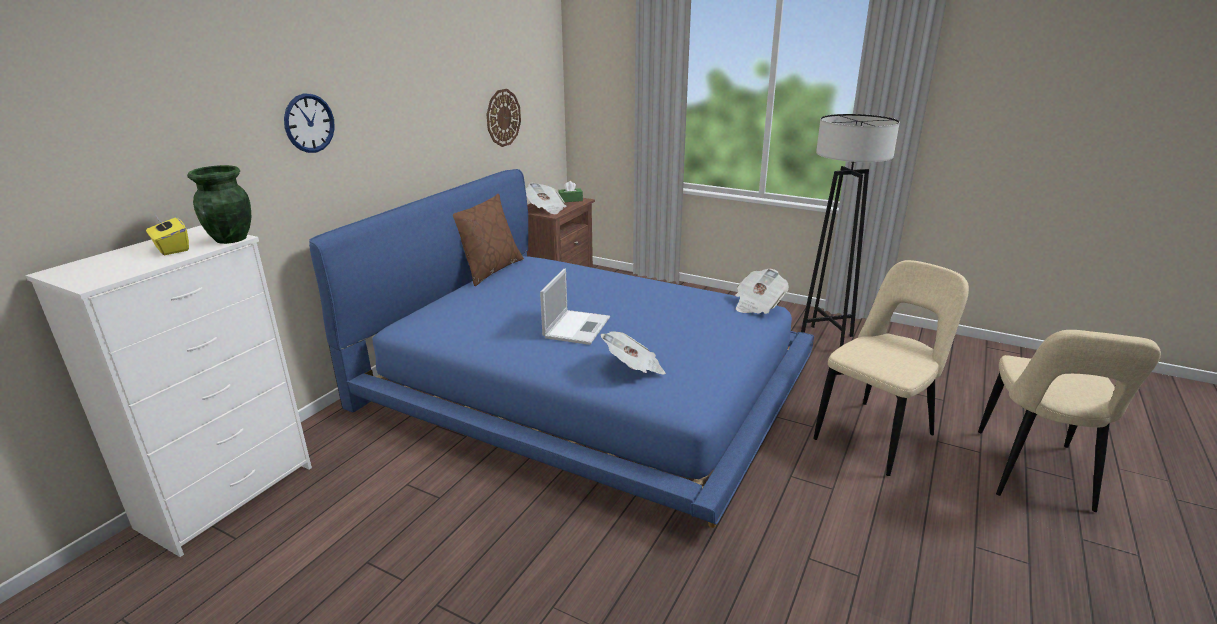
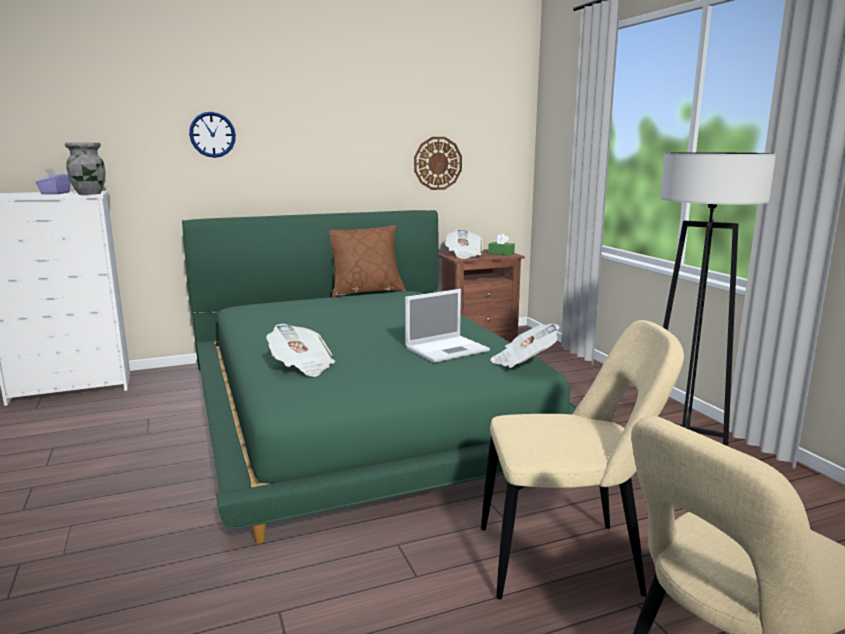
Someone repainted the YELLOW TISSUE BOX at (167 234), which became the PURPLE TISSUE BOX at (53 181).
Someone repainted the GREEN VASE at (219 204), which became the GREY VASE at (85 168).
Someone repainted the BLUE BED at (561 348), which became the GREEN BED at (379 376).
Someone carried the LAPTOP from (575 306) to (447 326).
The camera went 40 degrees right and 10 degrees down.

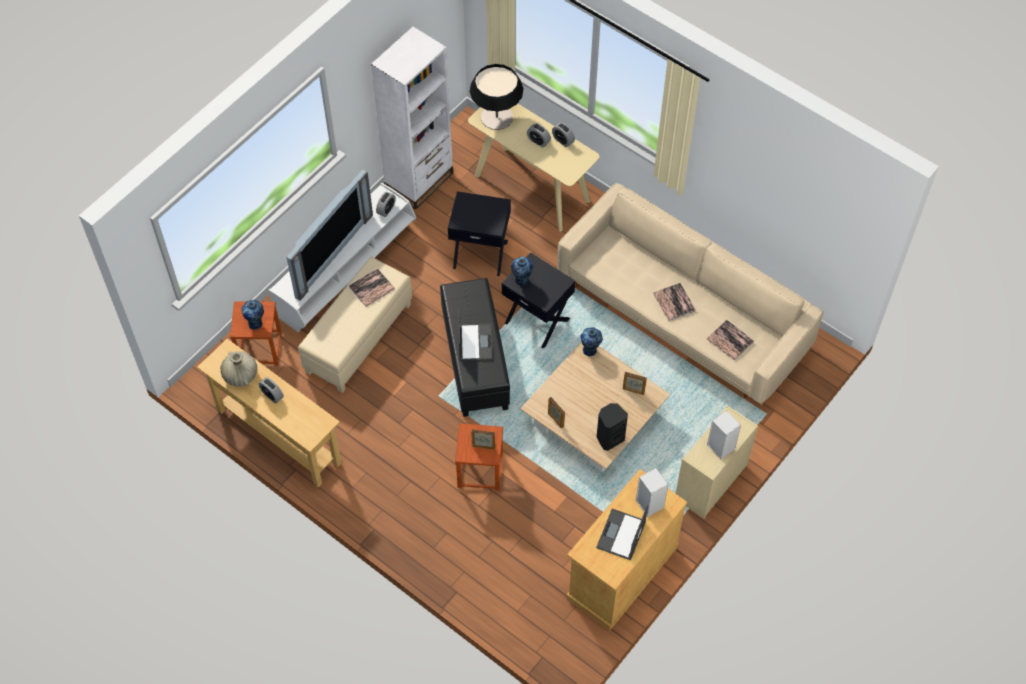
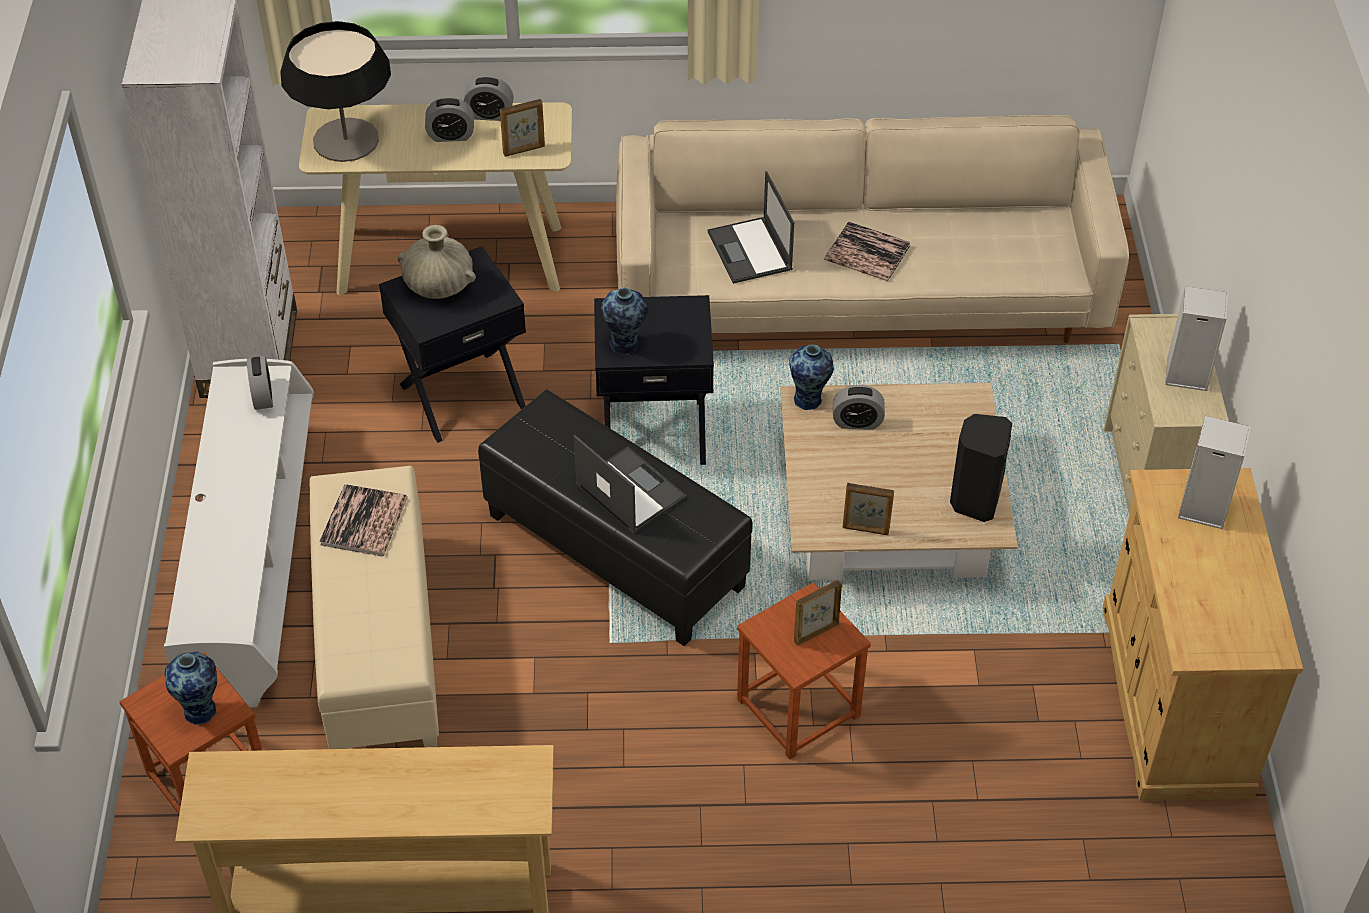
Someone carried the BEIGE VASE from (238 369) to (437 262).
Someone carried the PICTURE FRAME from (635 383) to (522 128).
Someone carried the LAPTOP from (622 533) to (751 227).
Someone carried the ALARM CLOCK from (271 390) to (859 407).
Someone took away the TELEVISION at (329 235).
Someone took away the BOOK at (730 340).
The camera went 40 degrees left and 10 degrees down.

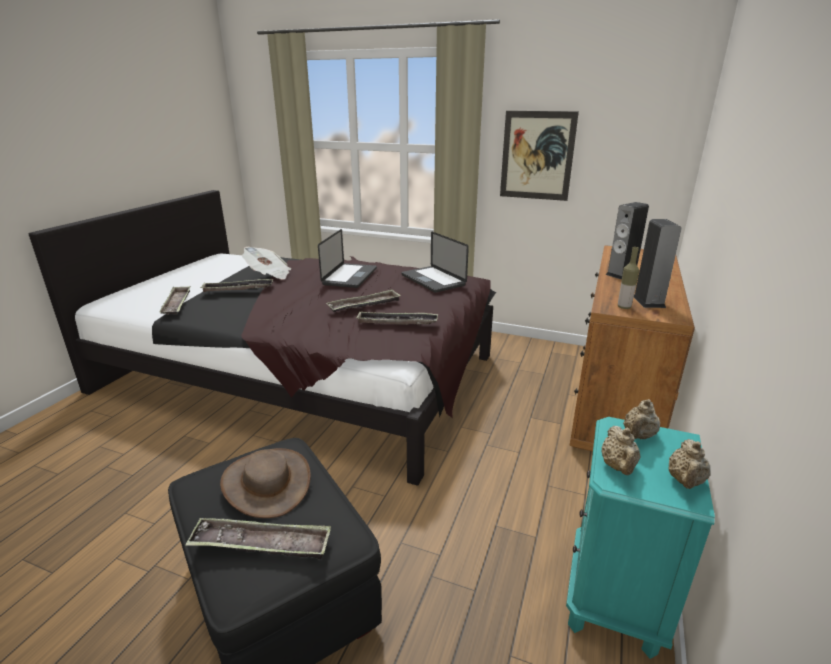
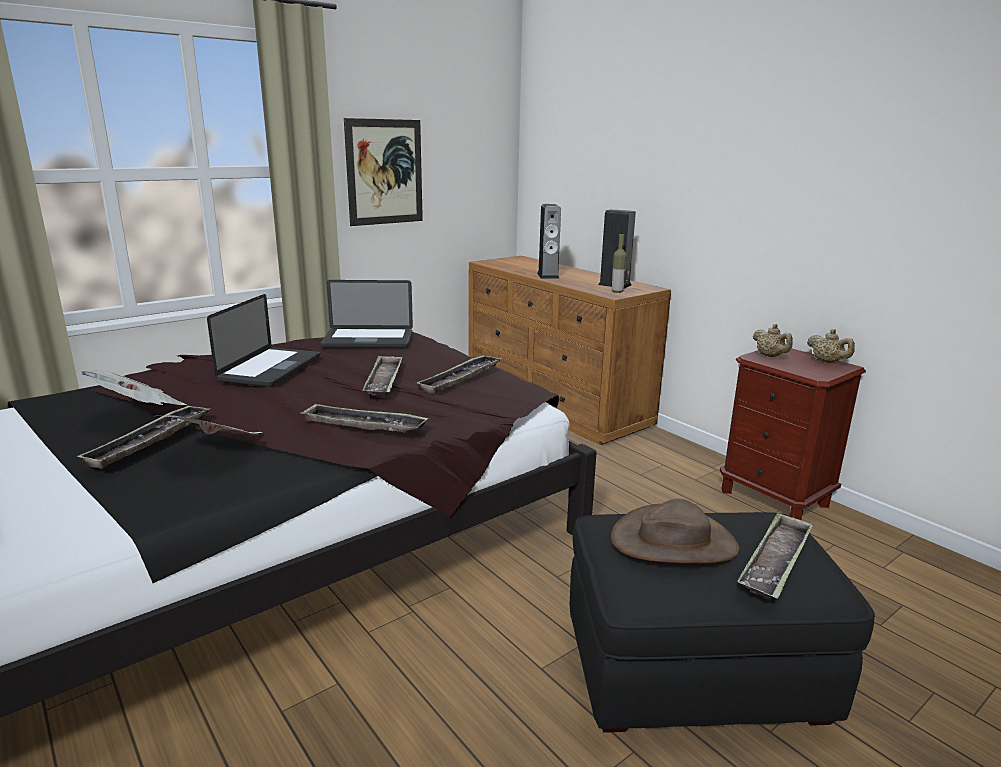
Someone put down the NEWSPAPER at (209 424).
Someone rotated the LAPTOP at (347 258) by 60 degrees clockwise.
Someone carried the TRAY from (175 300) to (364 418).
Someone repainted the TURQUOISE NIGHTSTAND at (640 538), which became the BROWN NIGHTSTAND at (793 434).
Someone took away the BEIGE TEAPOT at (620 450).
The camera went 60 degrees left and 5 degrees down.

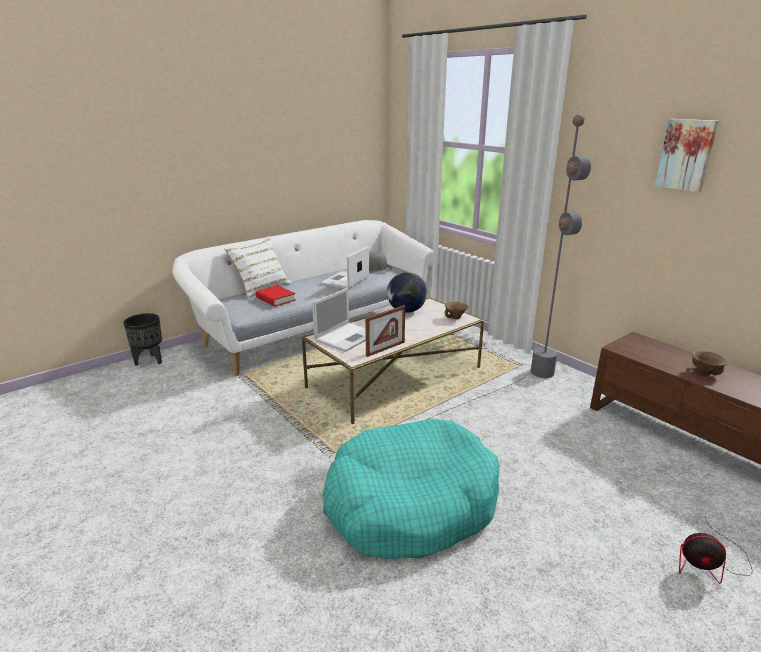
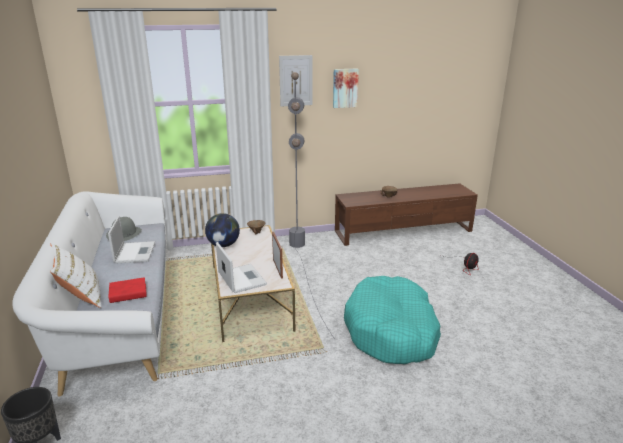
Someone rotated the LAPTOP at (345 267) by 150 degrees counterclockwise.
Someone put up the PICTURE at (296 81).
The camera went 65 degrees left and 0 degrees up.

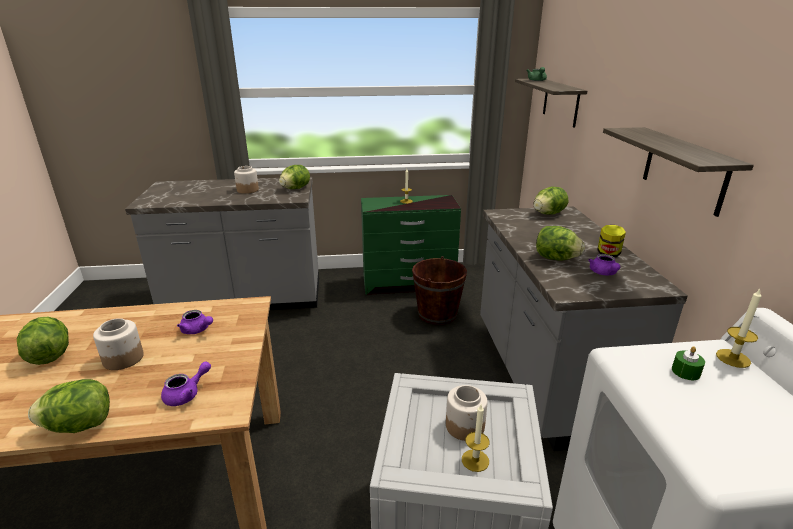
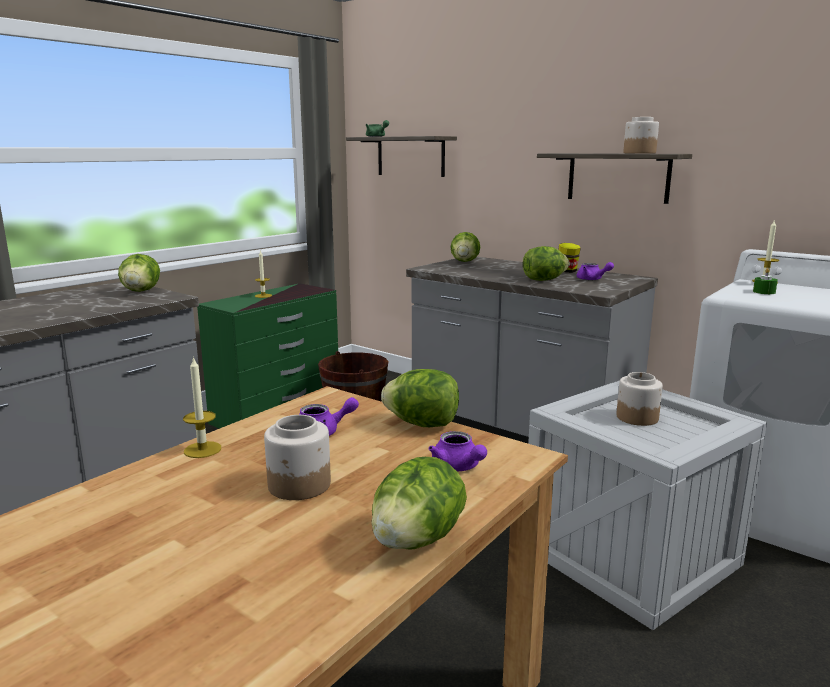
Someone carried the CANDLE from (476 438) to (202 407).
Someone carried the LETTUCE from (43 341) to (420 398).
Someone rotated the PURPLE TEAPOT at (186 384) by 150 degrees clockwise.
Someone carried the JAR from (246 180) to (641 135).
The camera went 45 degrees left and 10 degrees down.

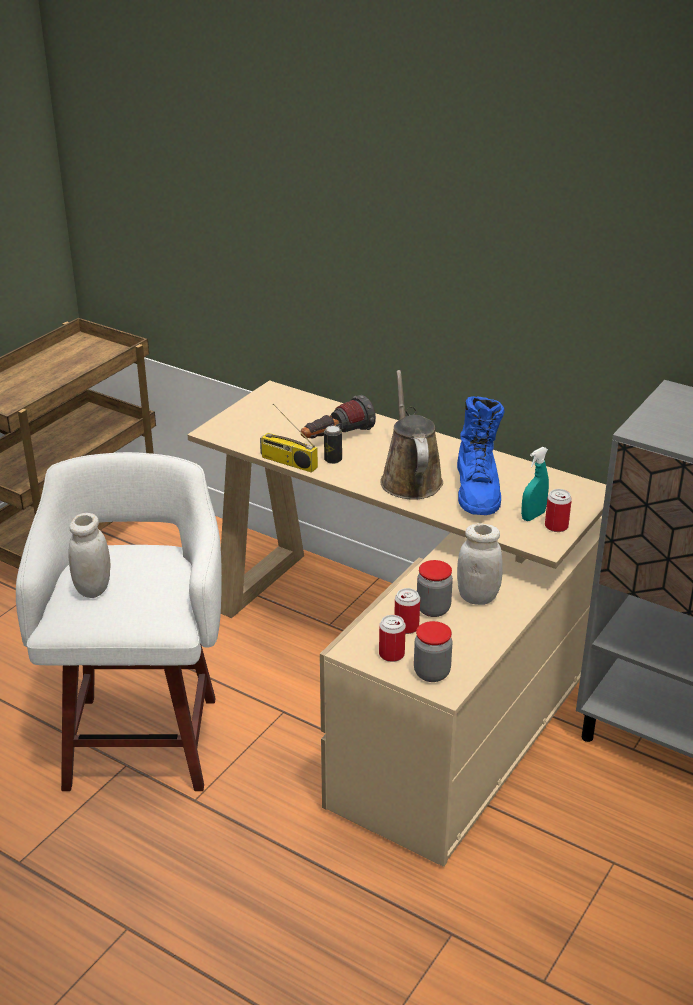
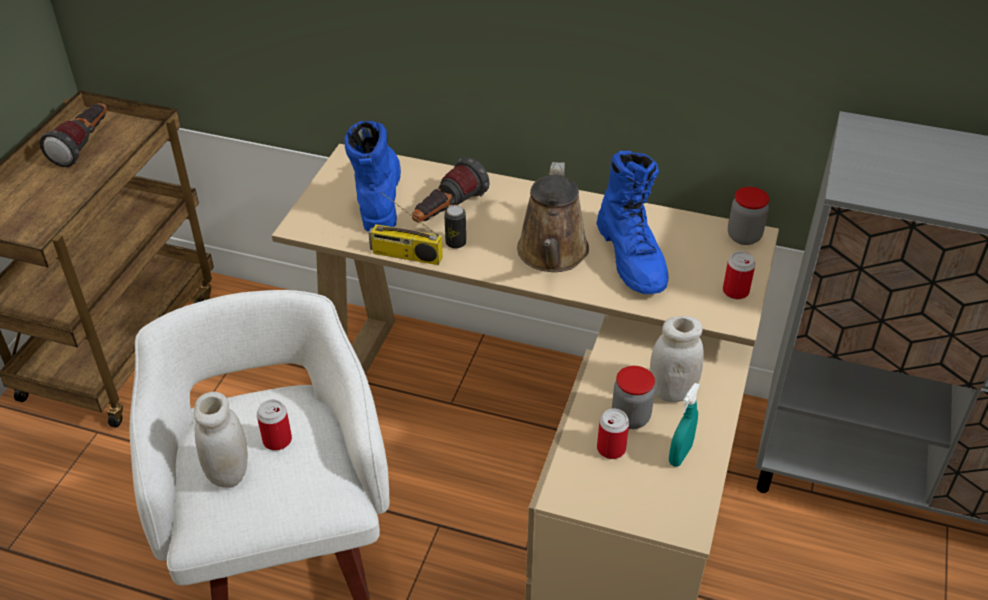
Someone put down the FLASHLIGHT at (73 135).
Someone carried the CAN from (392 638) to (274 425).
Someone put down the BLUE BOOT at (373 176).
Someone rotated the BROWN WATERING CAN at (411 435) by 150 degrees counterclockwise.
Someone carried the TURQUOISE SPRAY BOTTLE from (535 484) to (684 425).
Someone carried the JAR from (433 651) to (748 216).
The camera went 15 degrees left and 10 degrees up.

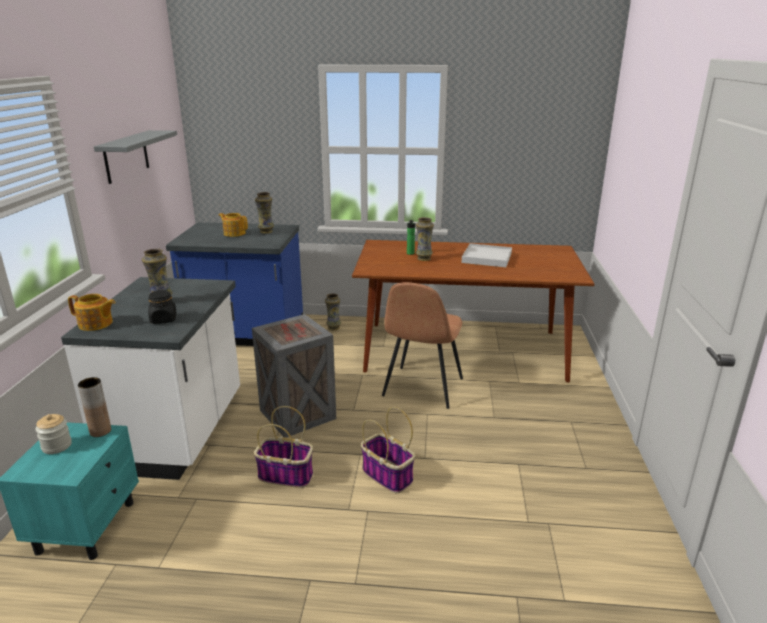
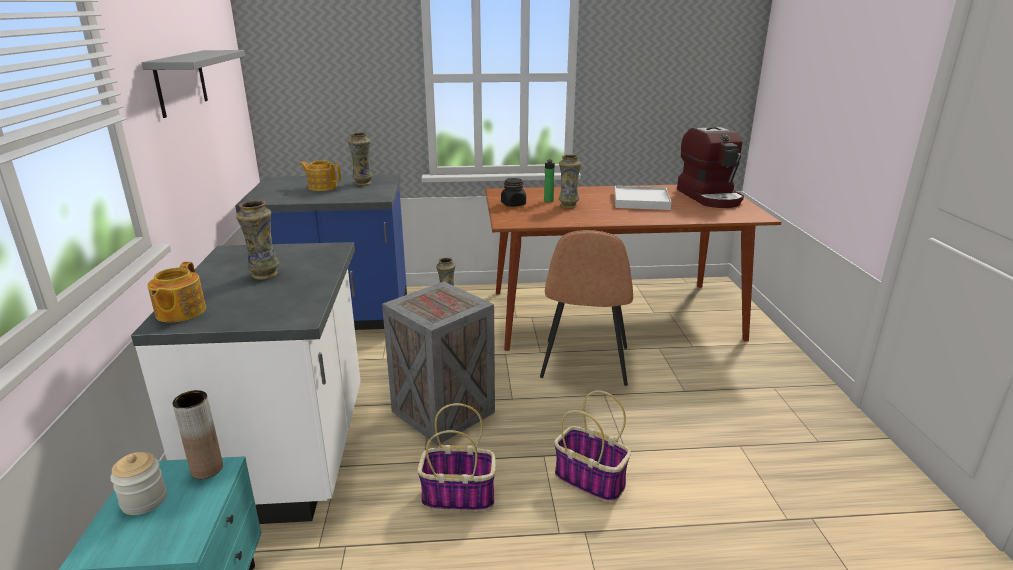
Someone rotated the TEAPOT at (92 312) by 90 degrees clockwise.
Someone carried the BLACK JAR from (162 307) to (513 192).
Someone put down the COFFEE MACHINE at (710 167).
The camera went 10 degrees left and 0 degrees up.

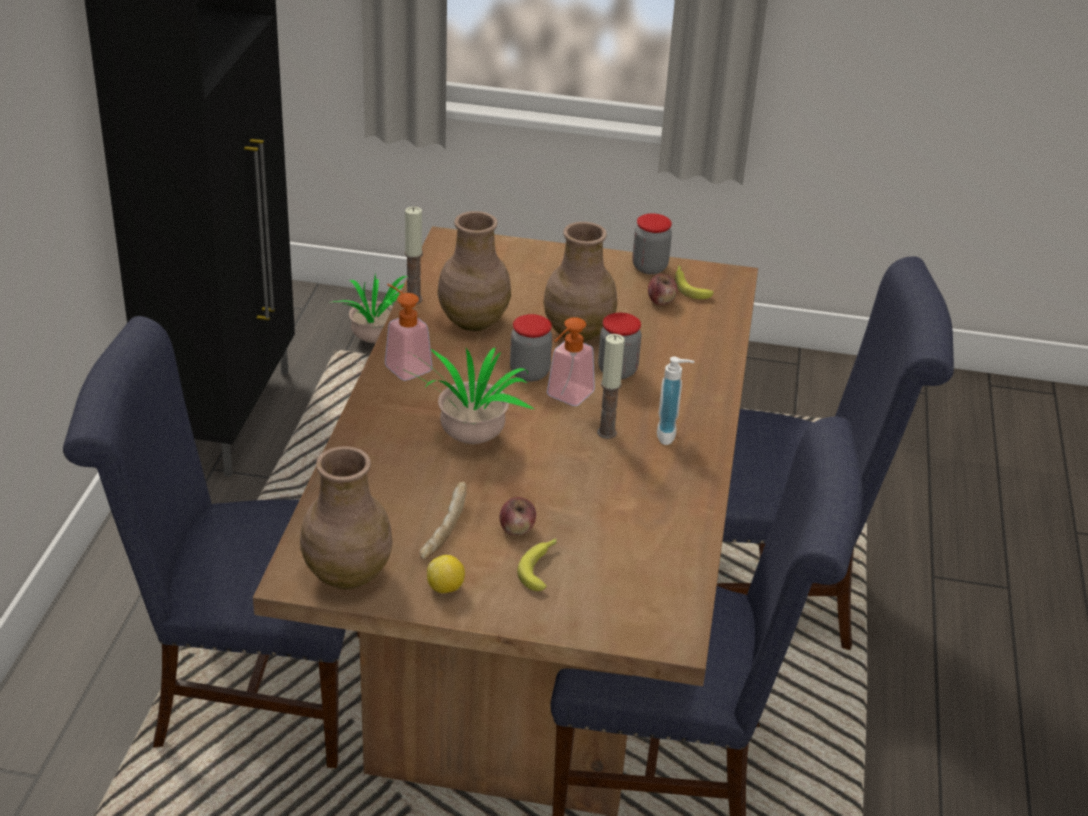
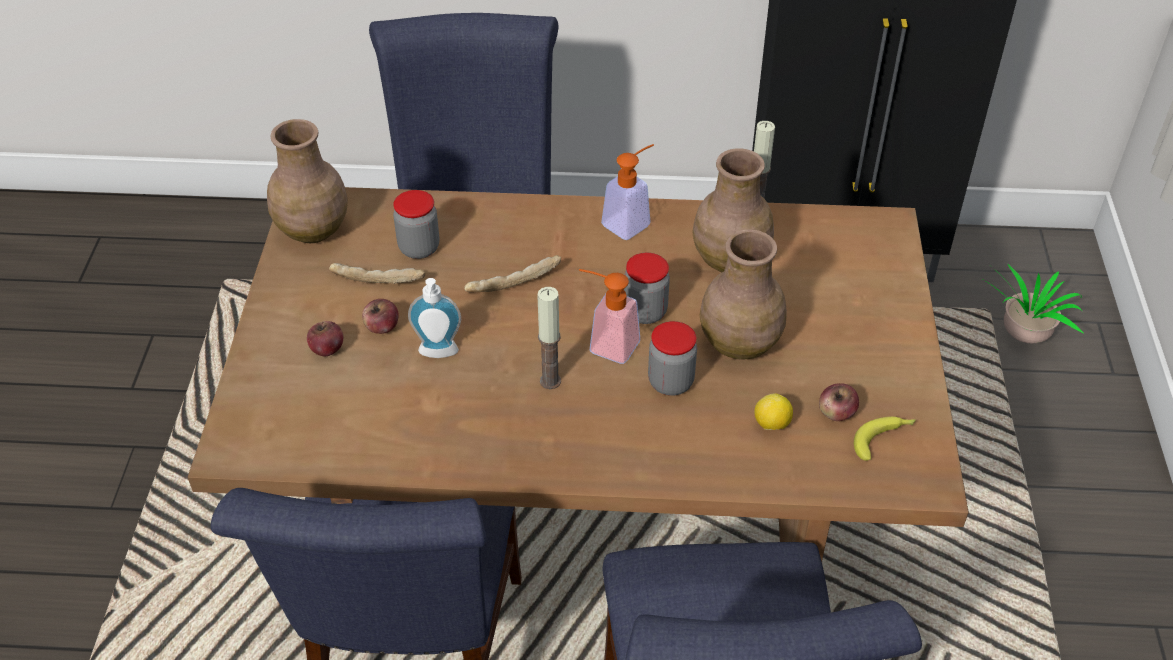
Someone swapped the BANANA at (537 564) for the APPLE at (325 338).
Someone carried the JAR from (652 243) to (416 224).
Someone carried the SOAP DISPENSER from (675 401) to (434 318).
Someone swapped the POTTED PLANT at (467 396) for the BREAD at (512 273).
Someone carried the LEMON from (446 574) to (774 411).
The camera went 85 degrees right and 10 degrees up.

